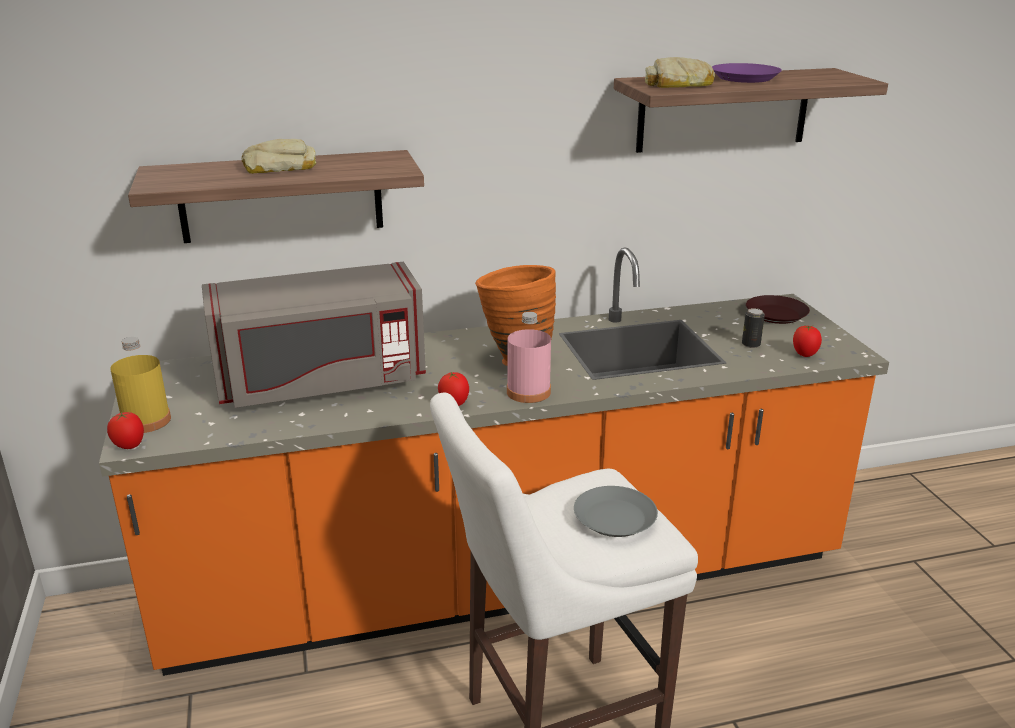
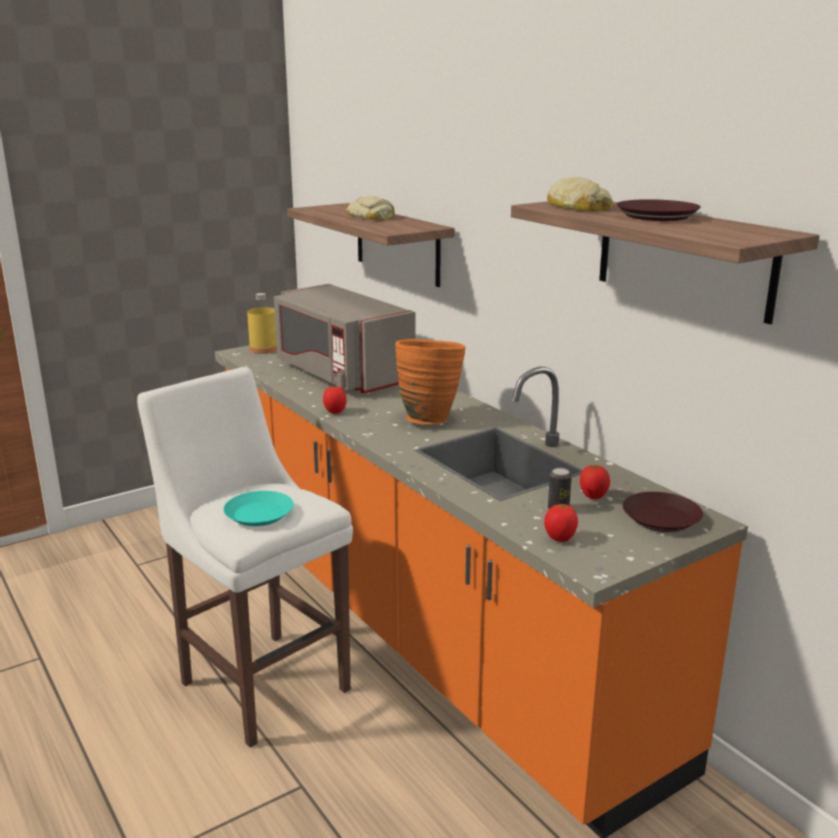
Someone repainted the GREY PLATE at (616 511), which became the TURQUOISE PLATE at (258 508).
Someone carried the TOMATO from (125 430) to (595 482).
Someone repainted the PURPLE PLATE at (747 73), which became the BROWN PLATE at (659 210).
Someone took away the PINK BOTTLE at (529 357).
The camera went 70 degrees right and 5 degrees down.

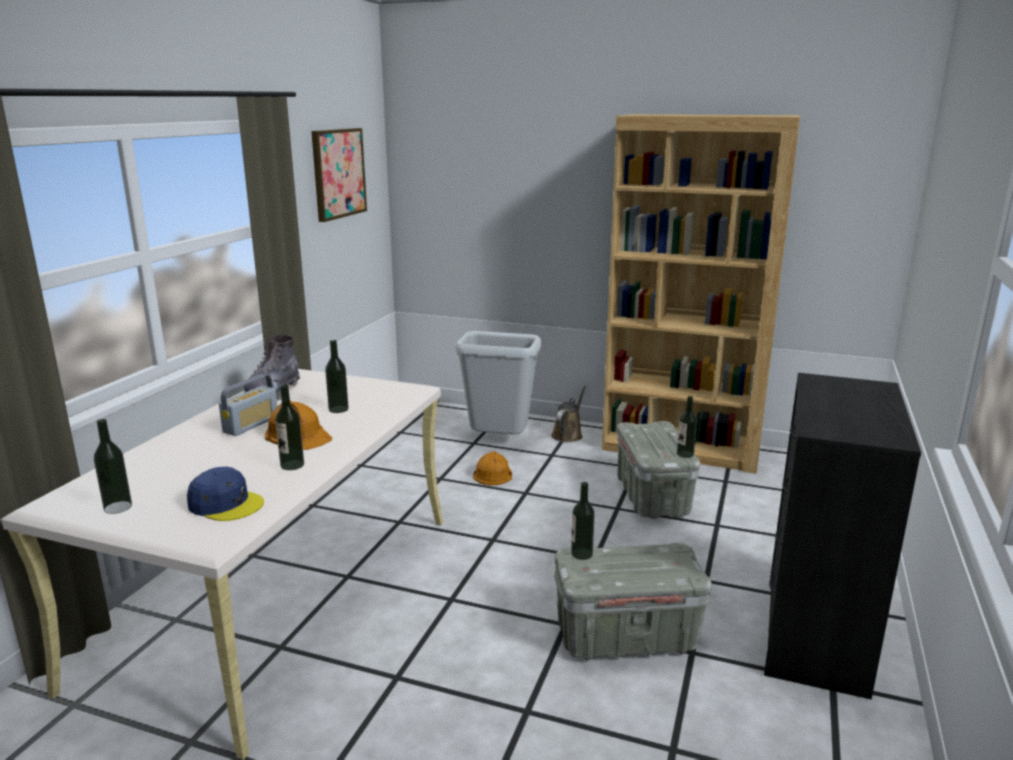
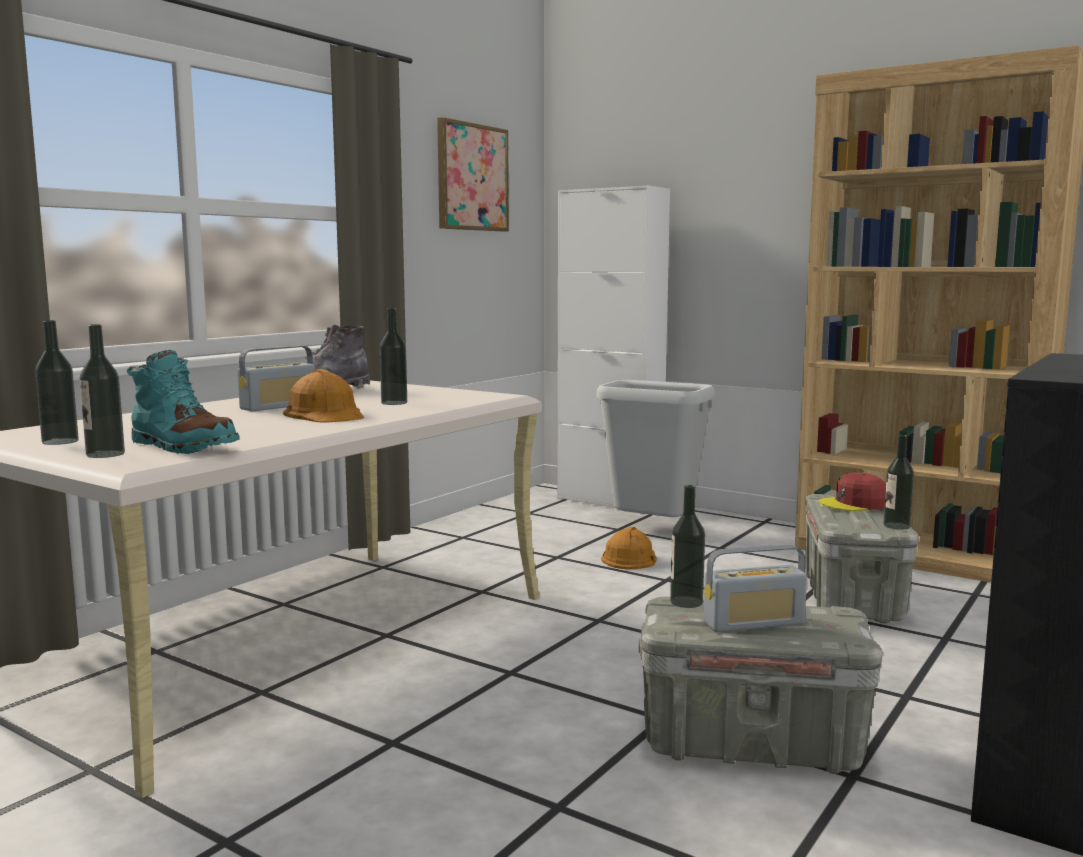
Someone carried the BOTTLE from (289 427) to (102 391).
Someone swapped the BLUE CAP at (225 494) for the TURQUOISE BOOT at (183 402).
Someone put down the WHITE CABINET at (613 350).
Someone put down the RADIO at (755 588).
Someone put down the RED CAP at (852 492).
Someone took away the BROWN WATERING CAN at (568 413).
The camera went 15 degrees right and 10 degrees down.

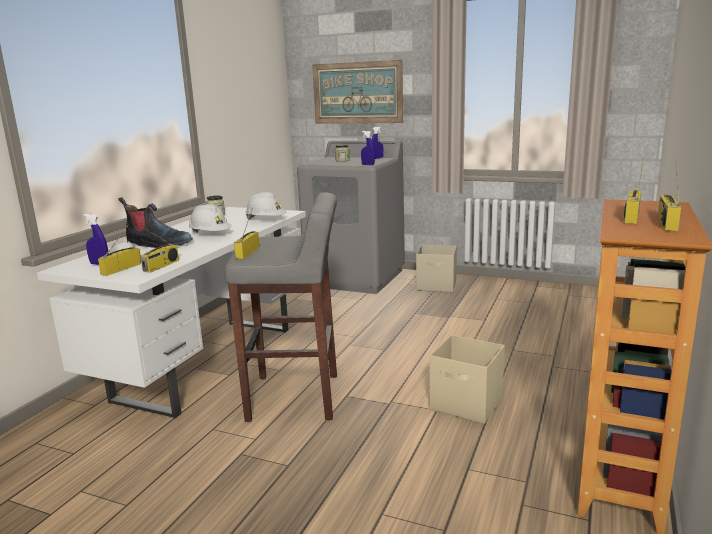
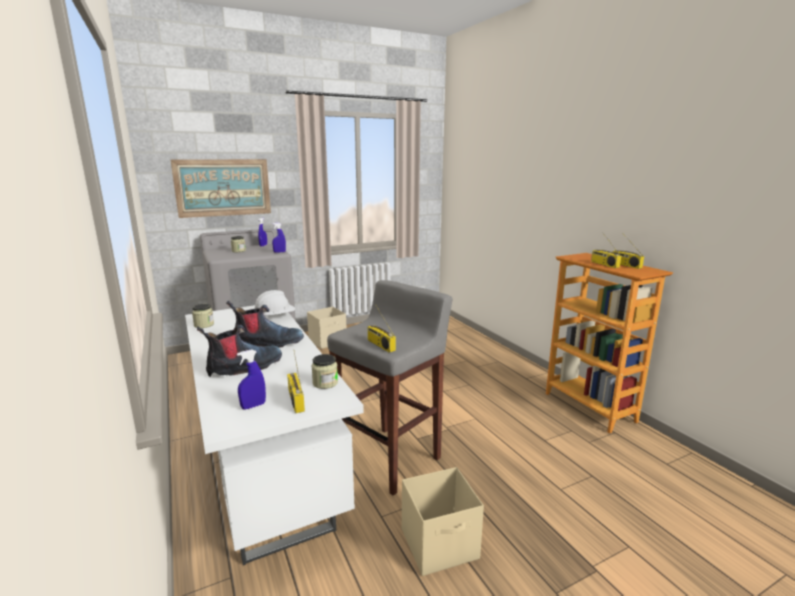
Someone swapped the WHITE HARD HAT at (210 218) for the BOOT at (265 324).
Someone swapped the RADIO at (160 250) for the JAR at (325 371).
Someone carried the BEIGE STORAGE BOX from (467 379) to (443 521).
The camera went 50 degrees left and 0 degrees up.

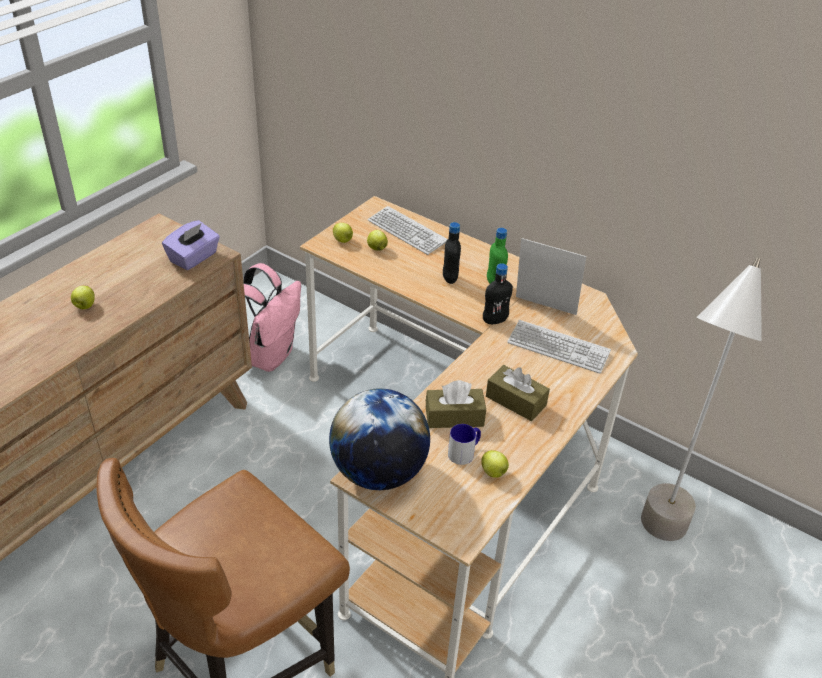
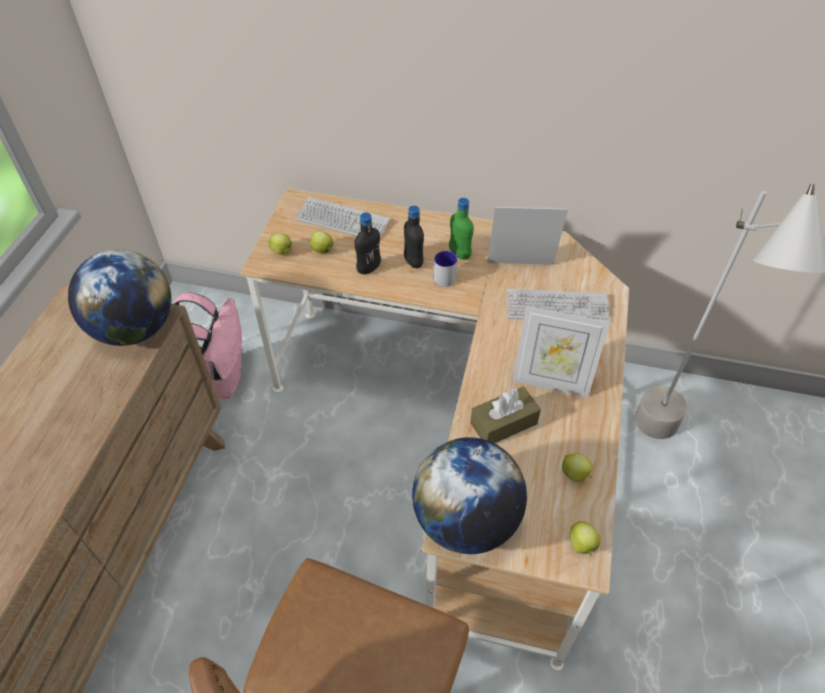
Someone swapped the PURPLE TISSUE BOX at (191 245) for the GLOBE at (119 297).
Someone carried the BLACK BOTTLE from (498 293) to (367 243).
Someone carried the MUG from (464 444) to (445 269).
Someone swapped the BROWN TISSUE BOX at (518 393) for the PICTURE FRAME at (561 351).
Someone carried the APPLE from (83 297) to (585 538).
The camera went 20 degrees left and 10 degrees up.

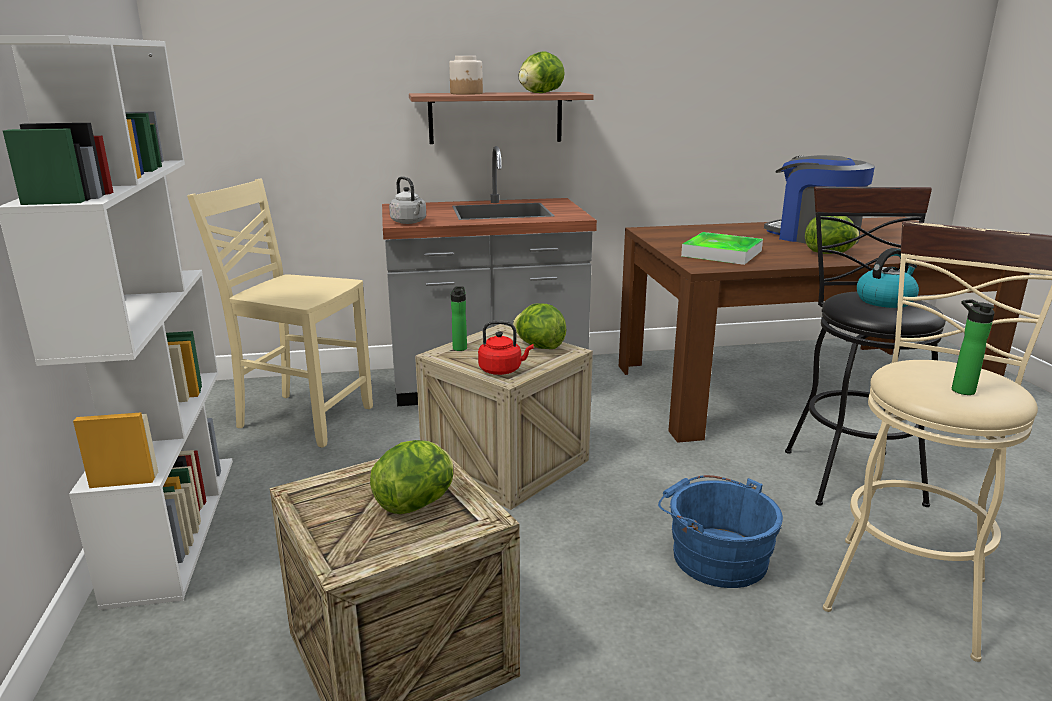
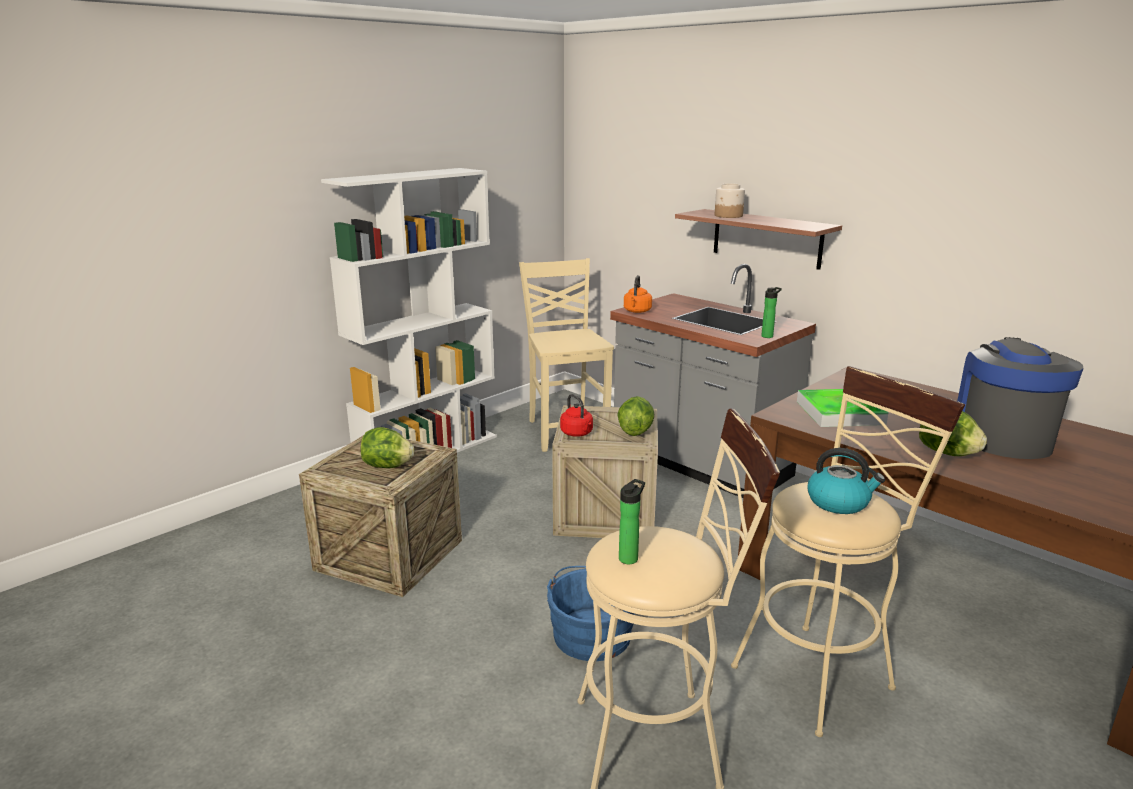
Someone repainted the GREY KETTLE at (407 200), which became the ORANGE KETTLE at (638 294).
Someone repainted the BLACK STOOL at (865 346), which became the BEIGE STOOL at (848 551).
Someone carried the BOTTLE from (459 319) to (771 312).
Someone took away the LETTUCE at (541 72).
The camera went 55 degrees right and 0 degrees up.

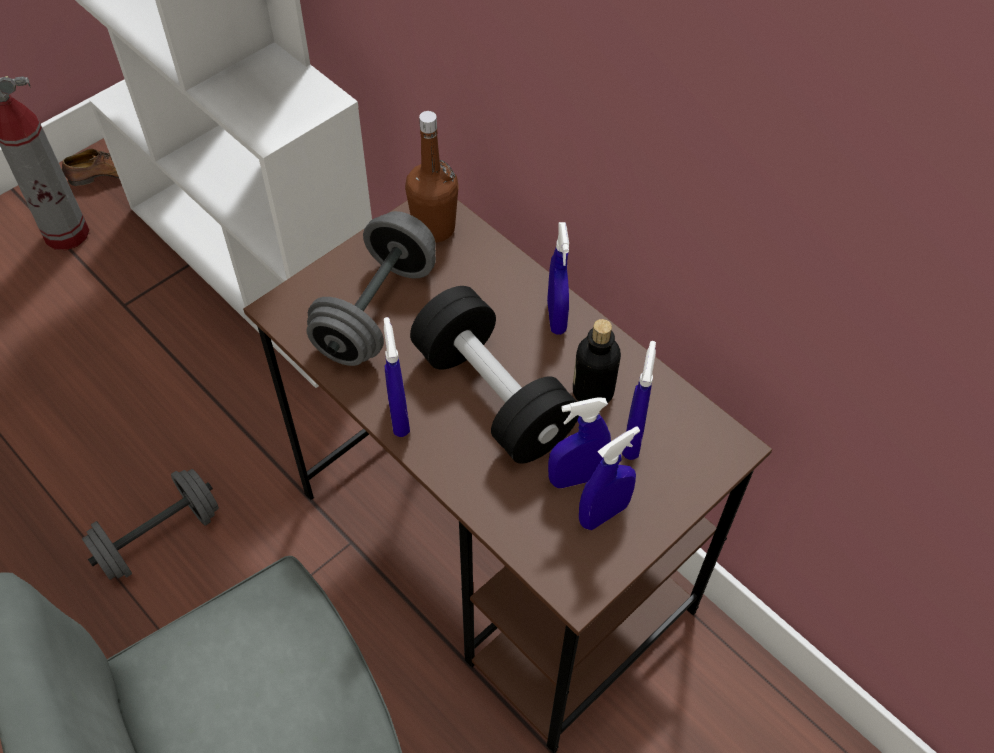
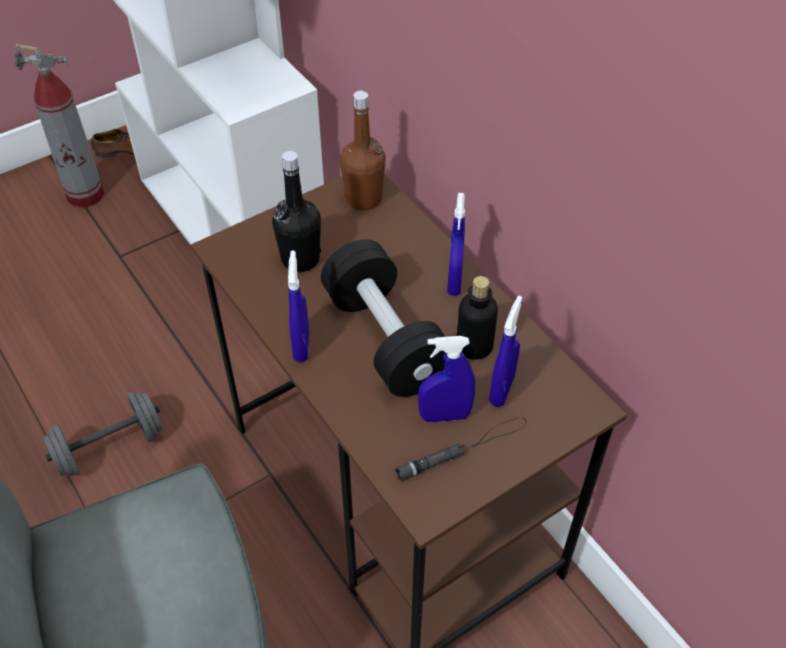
Someone swapped the GREY DUMBBELL at (371 288) for the BLACK BOTTLE at (296 211).
Someone swapped the BLUE SPRAY BOTTLE at (609 478) for the BLACK FLASHLIGHT at (460 449).
The camera went 10 degrees right and 5 degrees down.

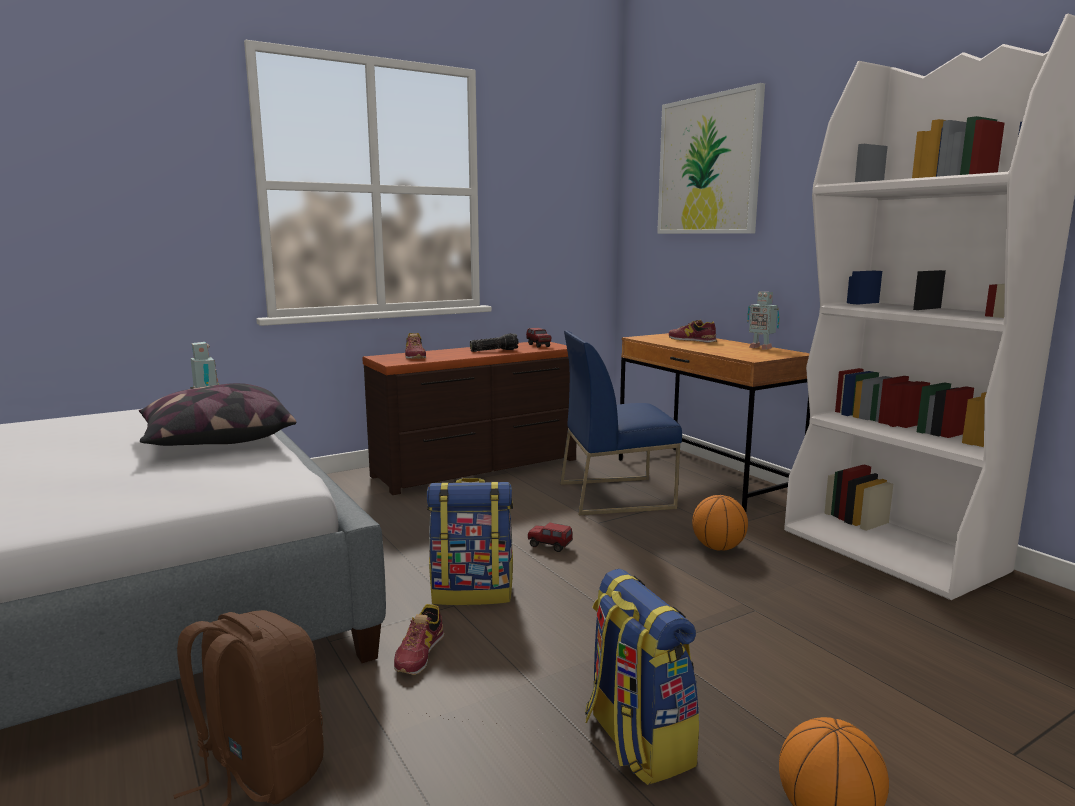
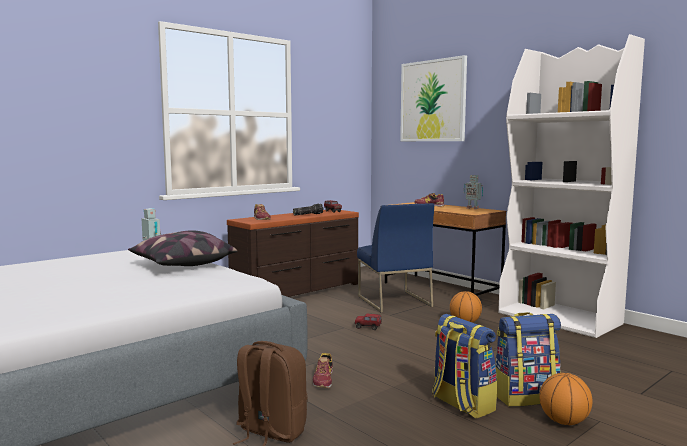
Someone rotated the BLUE CHAIR at (621 422) by 90 degrees counterclockwise.
Someone carried the BACKPACK from (470 541) to (528 359).
The camera went 10 degrees left and 5 degrees down.

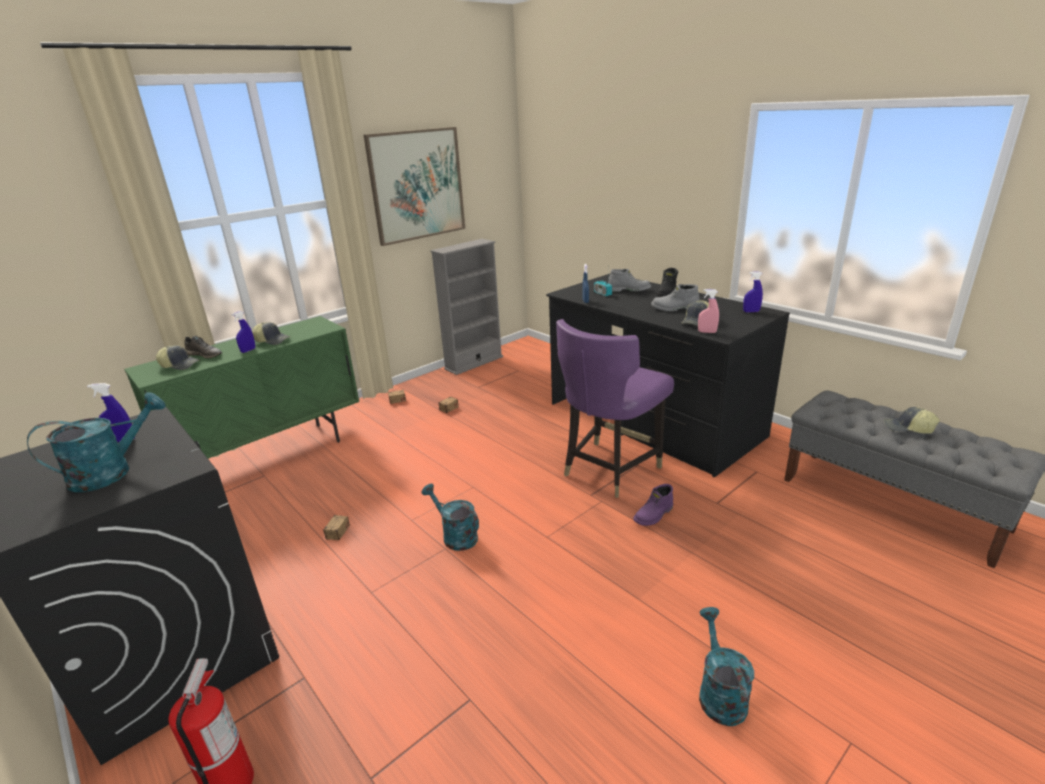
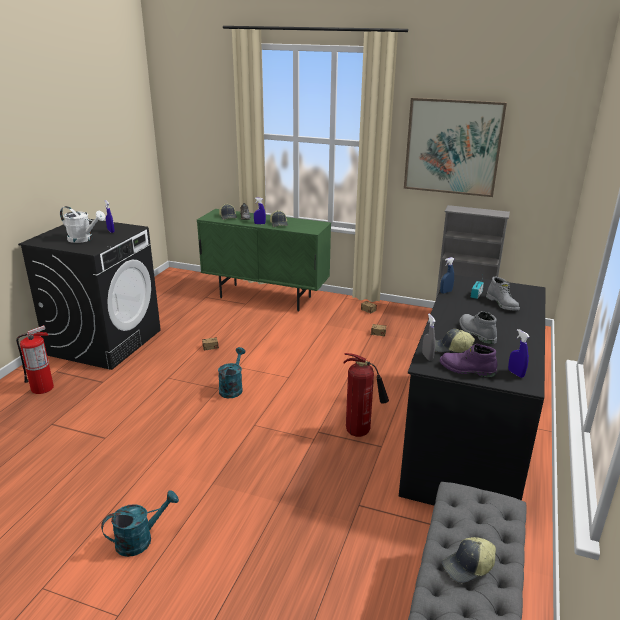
Someone repainted the TURQUOISE WATERING CAN at (96 442), which became the WHITE WATERING CAN at (82 224).
Someone swapped the PURPLE CHAIR at (615 408) for the FIRE EXTINGUISHER at (366 395).
Someone repainted the PINK SPRAY BOTTLE at (708 311), which became the GREY SPRAY BOTTLE at (429 337).
Someone carried the PURPLE BOOT from (653 505) to (468 360).
Someone rotated the CAP at (912 420) by 105 degrees counterclockwise.
Someone took away the BLACK BOOT at (667 282).
The camera went 60 degrees right and 0 degrees up.

